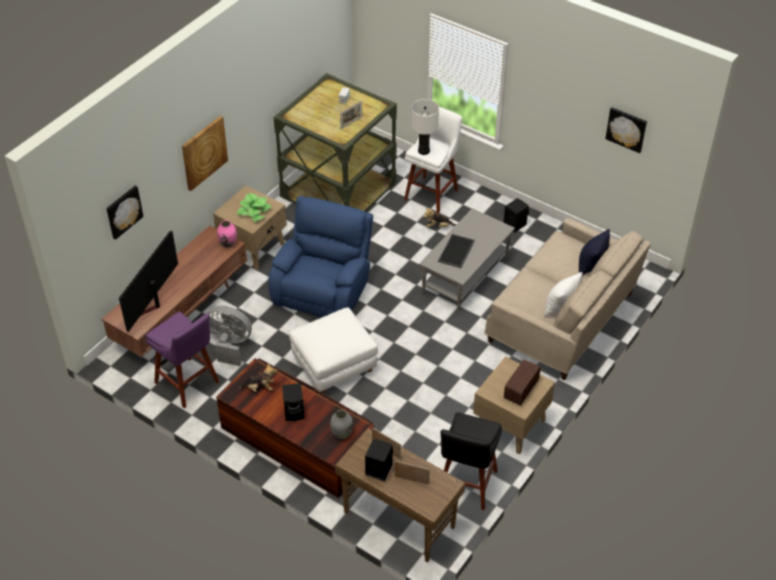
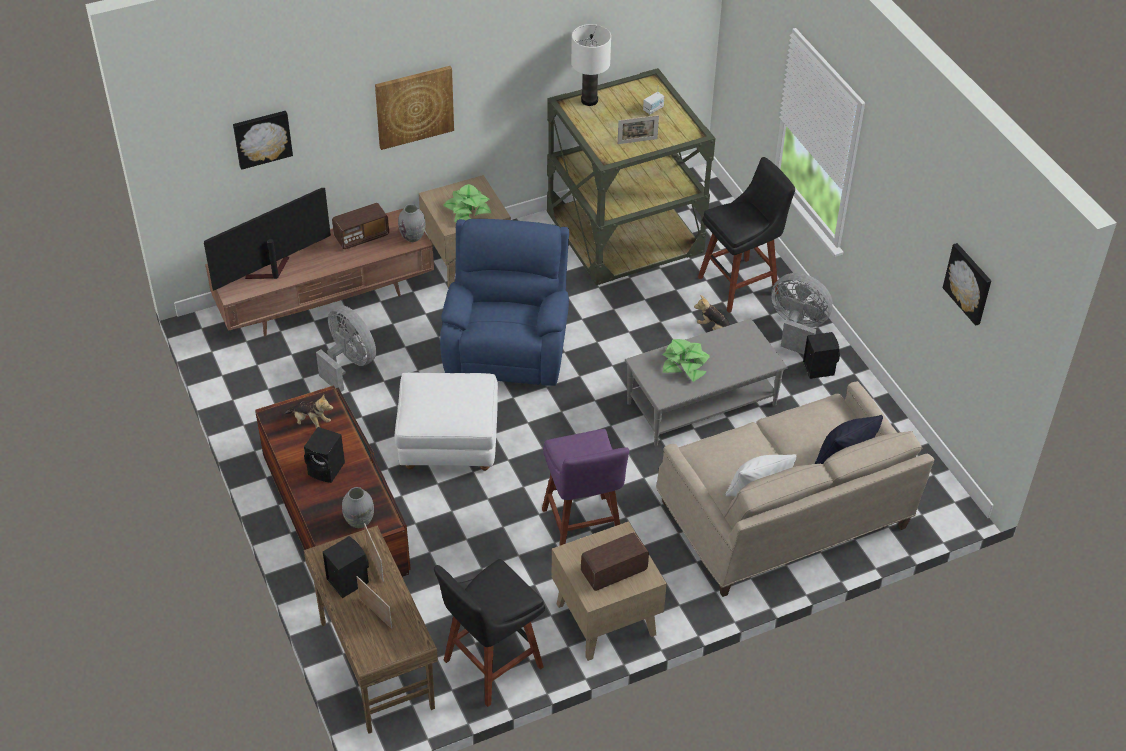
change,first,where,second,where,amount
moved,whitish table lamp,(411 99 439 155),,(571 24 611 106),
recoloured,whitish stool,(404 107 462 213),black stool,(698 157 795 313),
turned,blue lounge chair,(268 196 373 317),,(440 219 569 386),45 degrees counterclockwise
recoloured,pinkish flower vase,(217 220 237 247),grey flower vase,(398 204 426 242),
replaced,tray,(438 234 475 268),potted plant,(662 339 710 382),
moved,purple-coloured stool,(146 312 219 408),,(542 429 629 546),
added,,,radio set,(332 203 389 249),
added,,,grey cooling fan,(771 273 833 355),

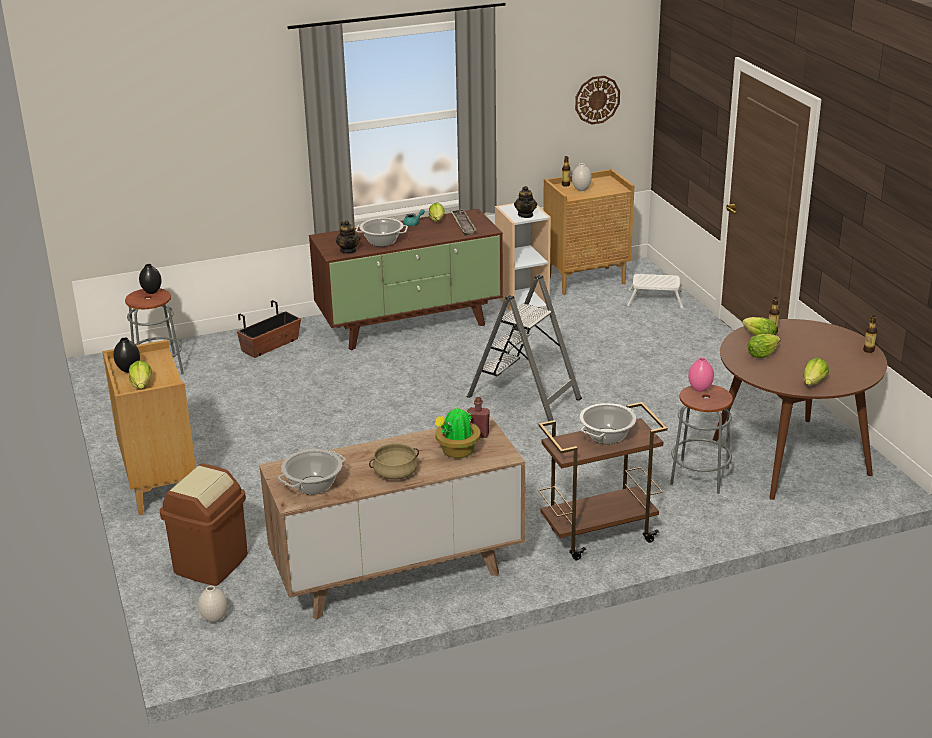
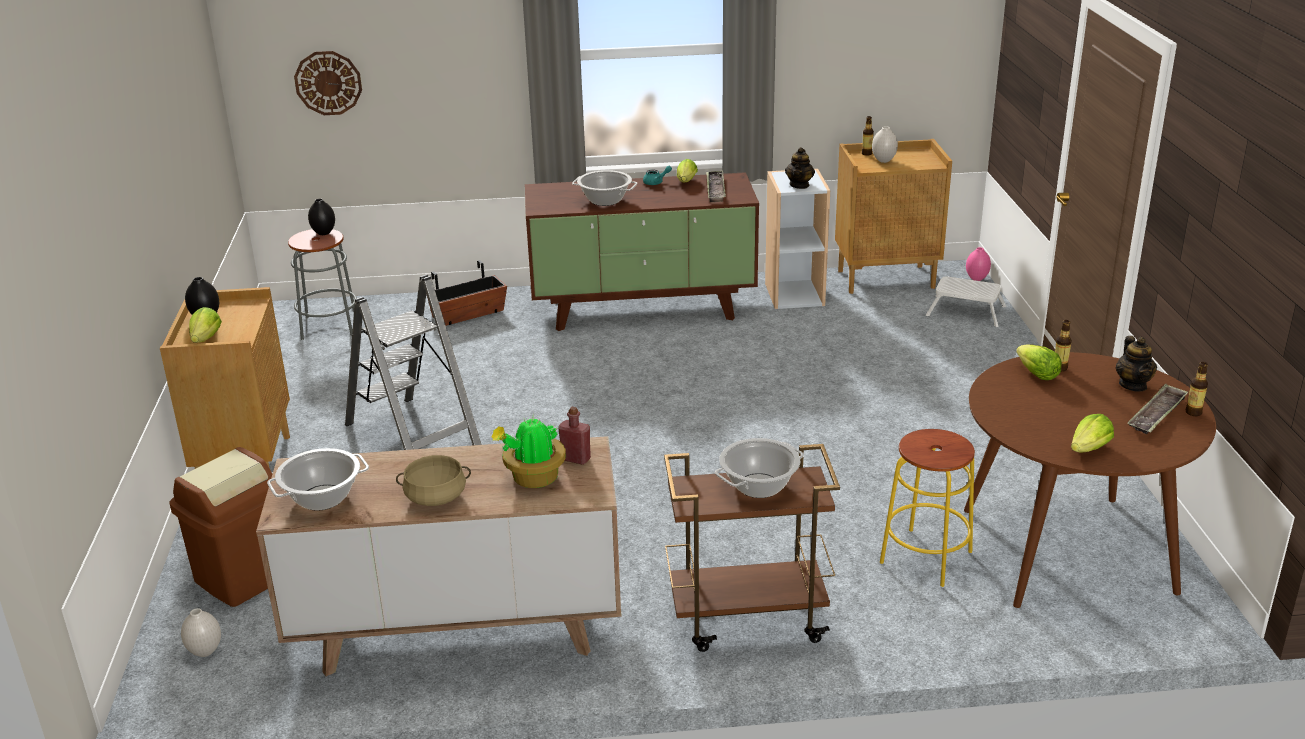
change,first,where,second,where,amount
moved,wall clock,(575 76 620 125),,(294 51 362 115),
moved,tea pot,(336 220 360 254),,(1116 336 1157 392),
moved,grey stepladder,(466 274 582 421),,(345 274 482 450),
removed,head of lettuce,(747 334 781 358),,,
moved,pinkish flower vase,(688 357 714 392),,(966 247 991 281),
recoloured,grey stool,(670 385 733 494),yellow stool,(880 429 975 587),
added,,,tray,(1127 384 1188 434),

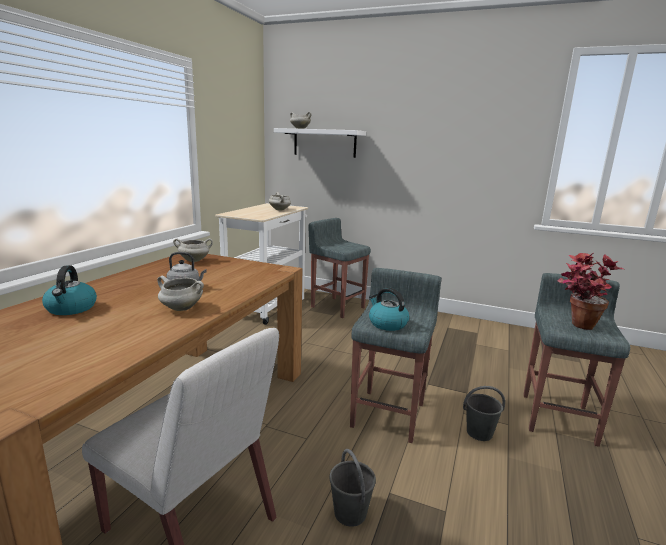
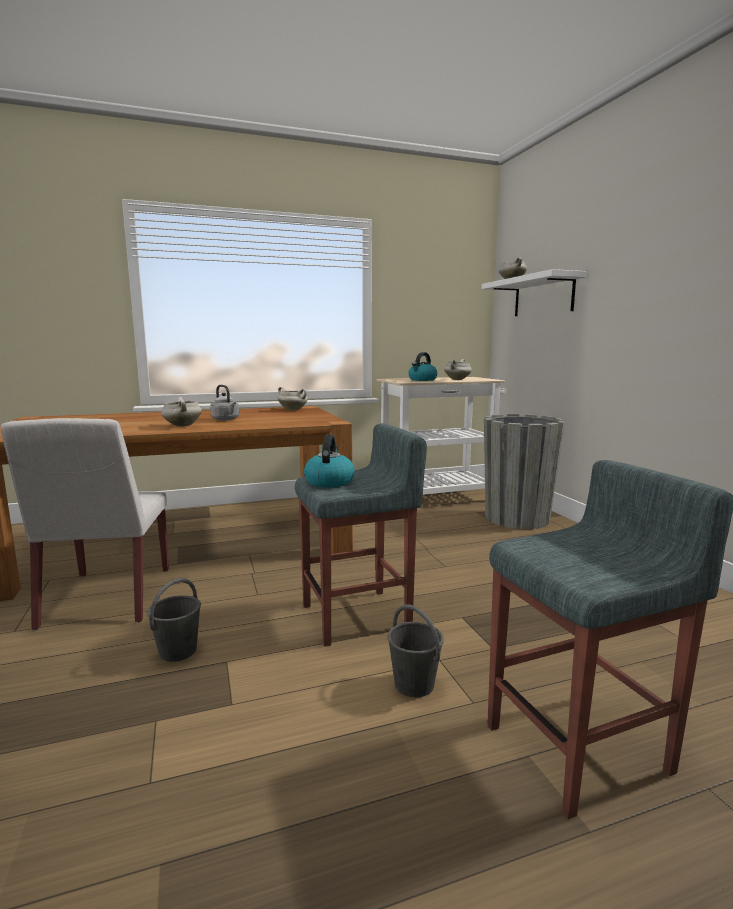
change,first,where,second,where,amount
replaced,grey stool,(309 218 371 318),grey plant pot,(484 414 565 529),
removed,potted plant,(557 253 624 330),,,
moved,water kettle,(42 265 97 315),,(409 352 438 381),

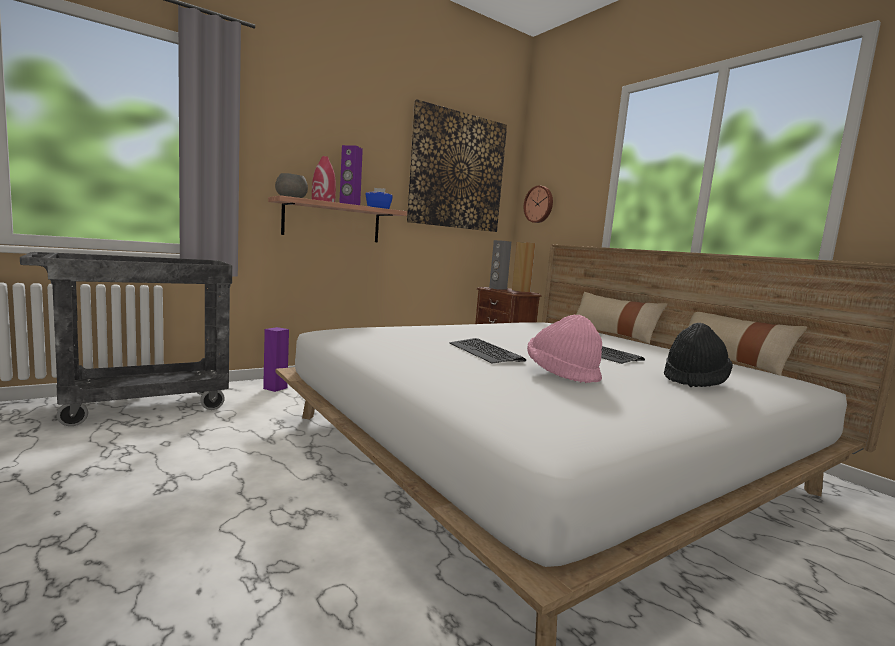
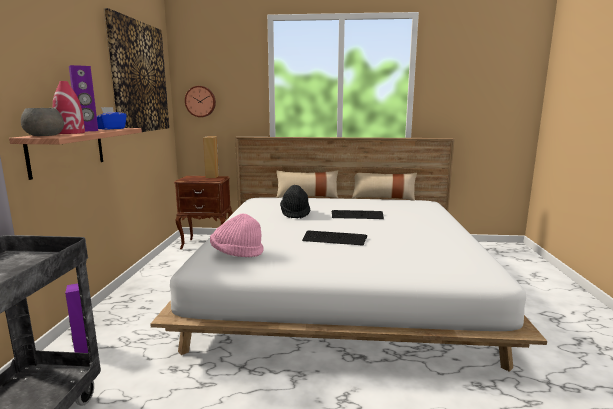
change,first,where,second,where,amount
removed,grey loudspeaker,(489 240 511 290),,,
moved,pinkish wearable hat,(527 315 602 383),,(210 213 264 257),
moved,black wearable hat,(664 323 733 387),,(280 185 311 219),

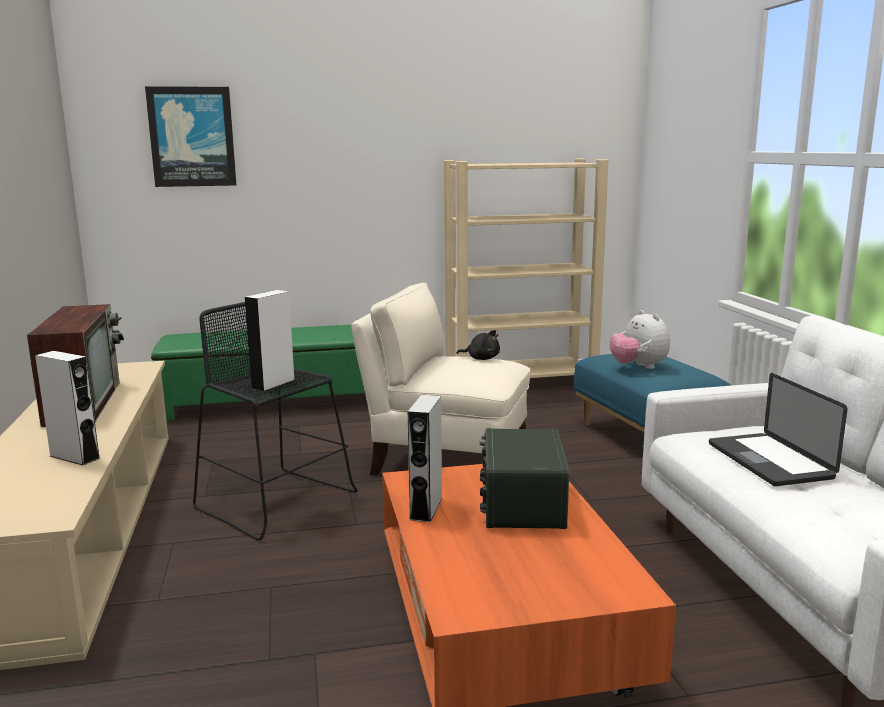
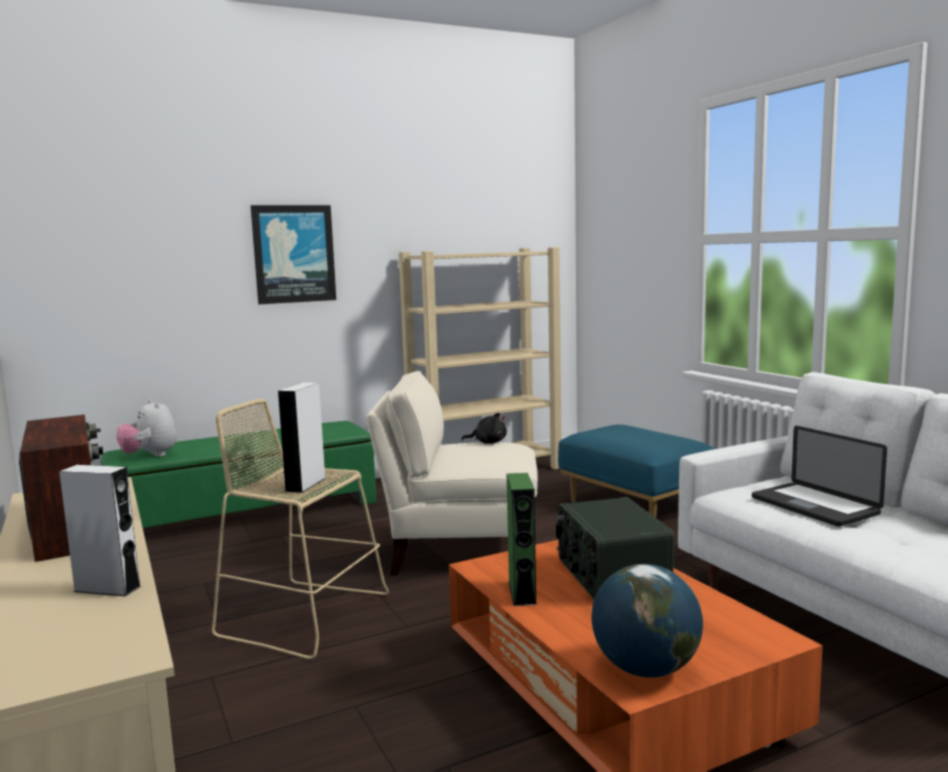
change,first,where,second,where,amount
moved,picture,(145 86 236 187),,(251 205 336 304),
recoloured,black stool,(193 302 358 540),sand-coloured stool,(212 399 389 659),
moved,cuddly toy,(610 310 670 369),,(117 399 177 457),
recoloured,grey loudspeaker,(408 395 443 522),green loudspeaker,(507 473 537 606),
added,,,world globe,(592 564 703 678),

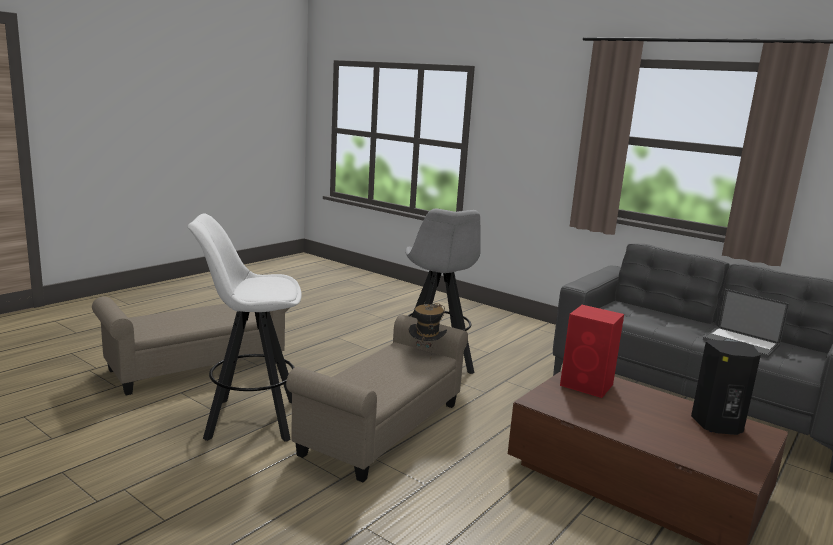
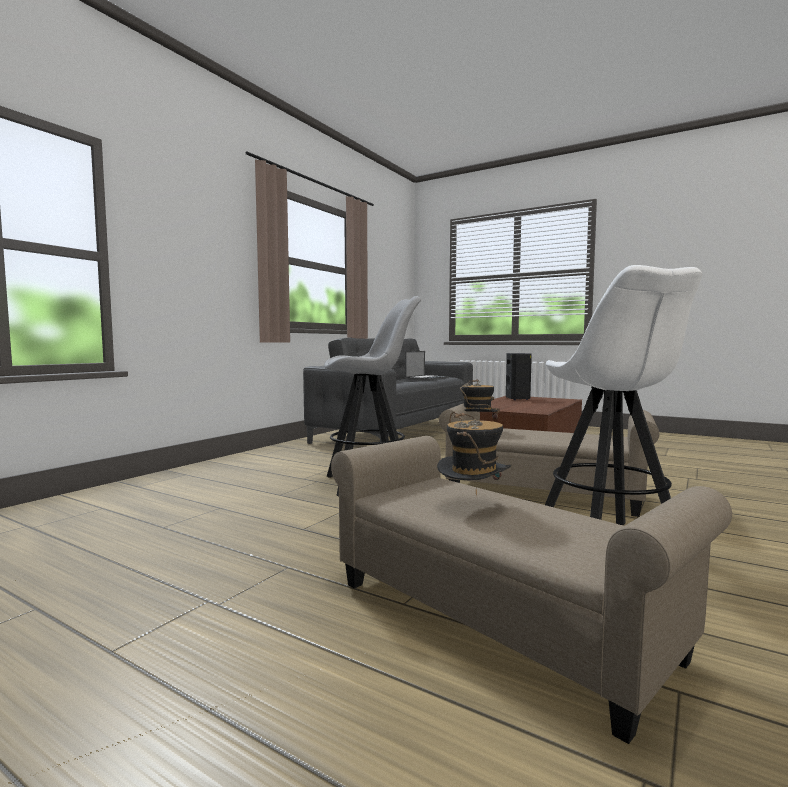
change,first,where,second,where,amount
removed,reddish loudspeaker,(560 305 624 398),,,
added,,,wearable hat,(437 412 512 496),

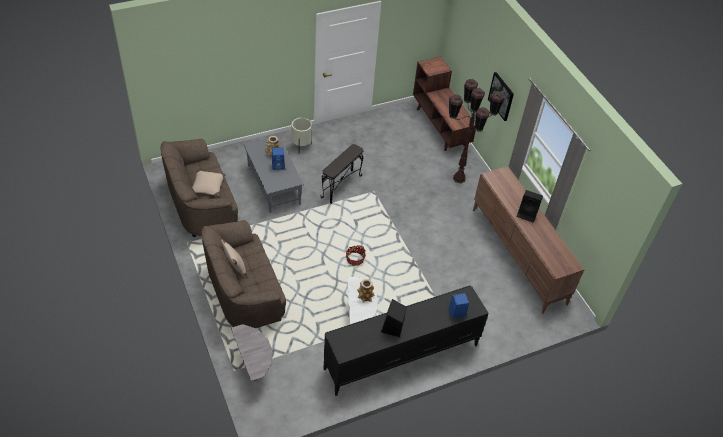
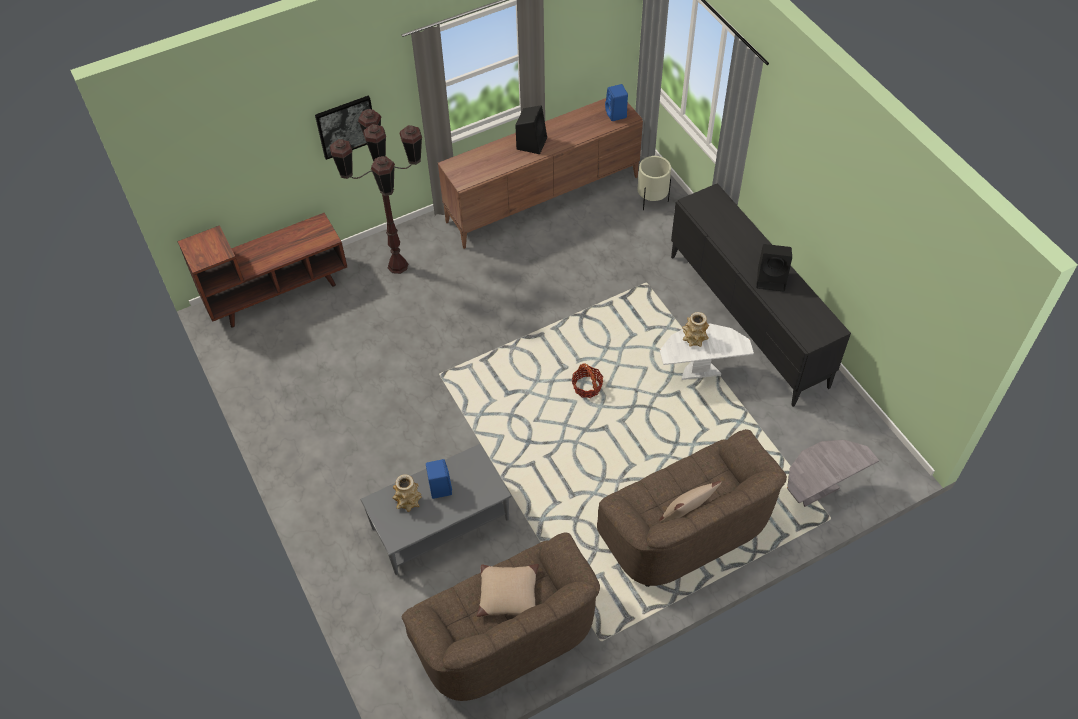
change,first,where,second,where,amount
moved,sand-coloured plant pot,(292 118 312 147),,(638 156 671 210),
removed,black accent table,(321 144 363 204),,,
moved,blue loudspeaker,(449 293 469 319),,(605 84 628 121),

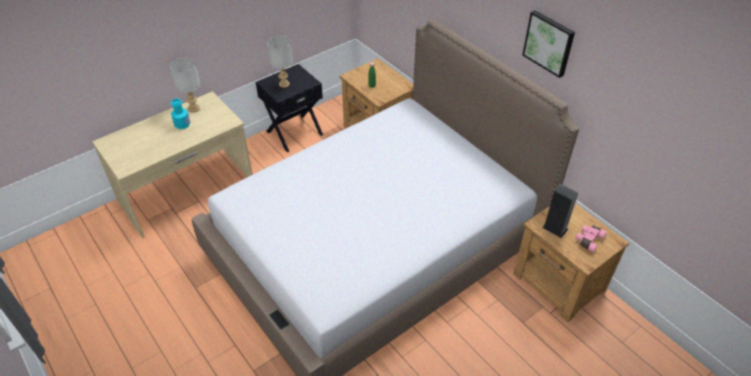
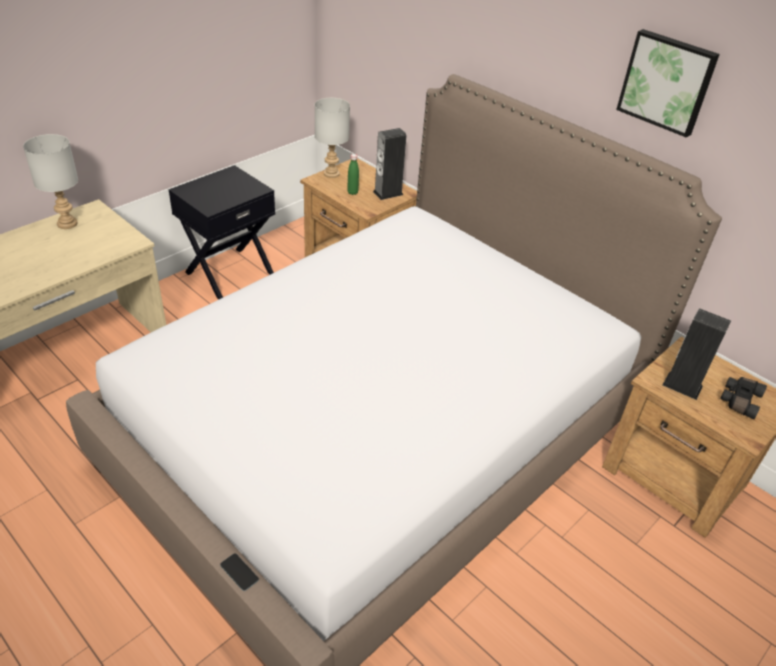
change,first,where,second,where,amount
moved,grey table lamp,(267 36 293 88),,(315 98 350 178),
removed,blue-green drink bottle,(171 99 190 129),,,
recoloured,pinkish field glasses,(576 225 607 252),black field glasses,(720 377 767 419),
added,,,loudspeaker,(373 128 406 200),

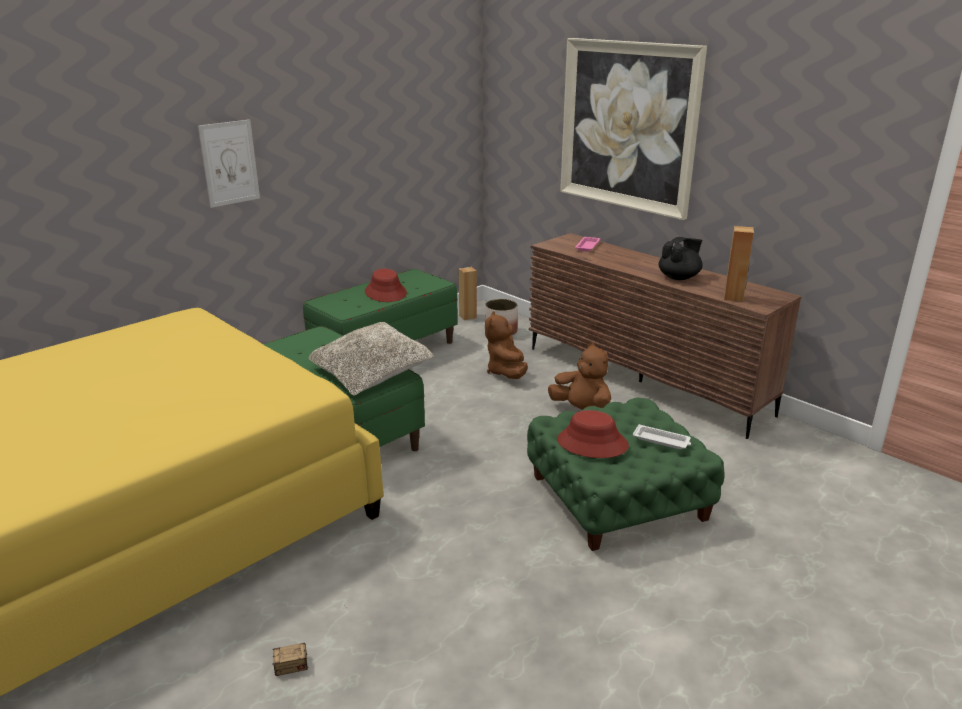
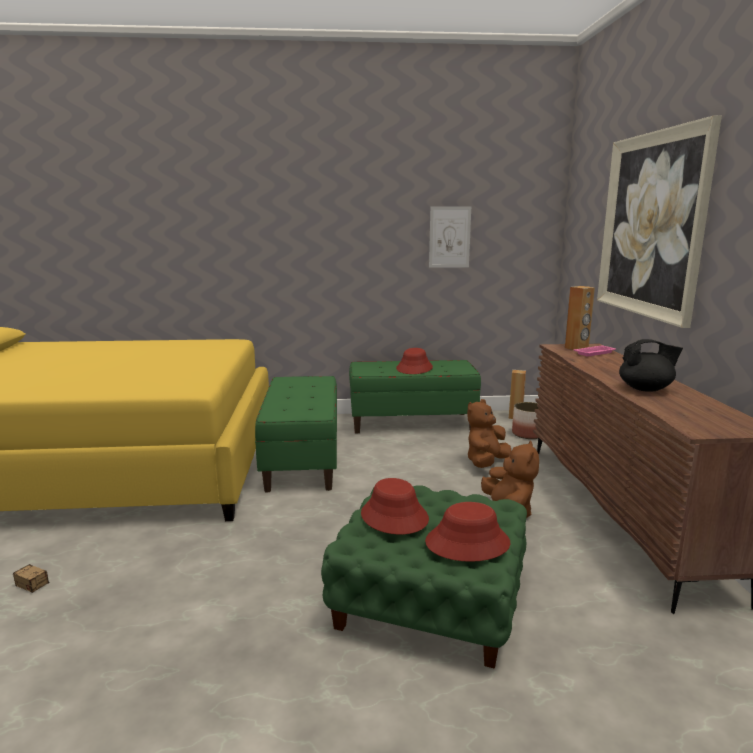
change,first,where,second,where,amount
moved,picture,(198 119 260 208),,(429 206 471 268),
moved,brownish loudspeaker,(724 226 754 302),,(565 286 595 350),
removed,sand-coloured throw pillow,(309 322 434 396),,,
replaced,whitish tray,(633 424 691 450),reddish wearable hat,(425 502 510 562),

